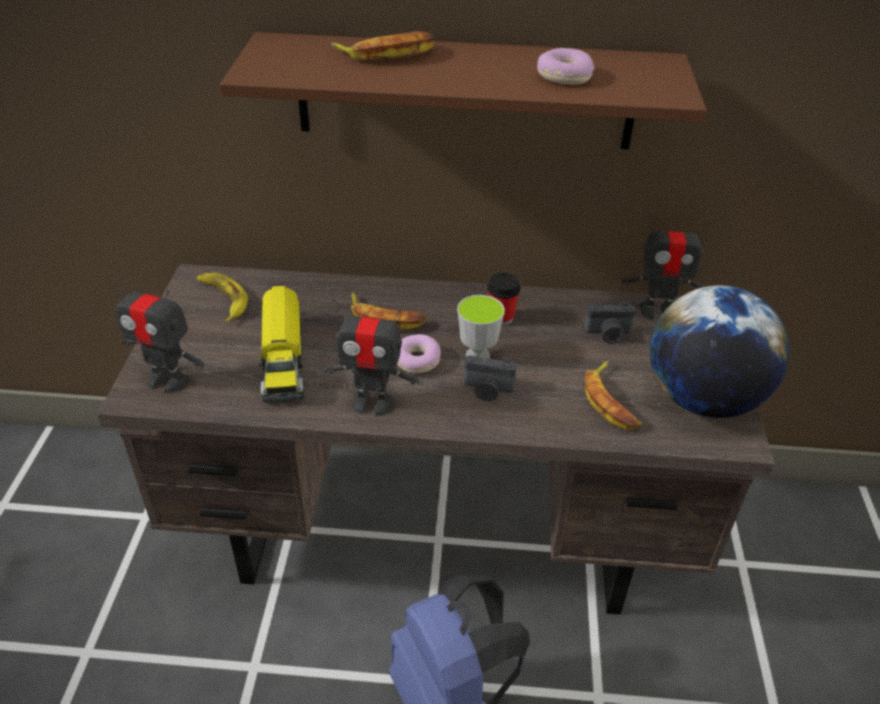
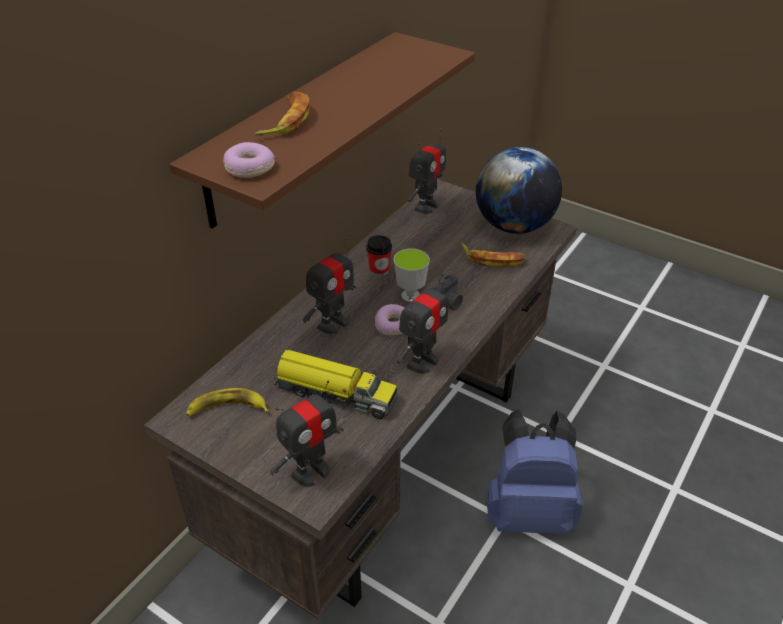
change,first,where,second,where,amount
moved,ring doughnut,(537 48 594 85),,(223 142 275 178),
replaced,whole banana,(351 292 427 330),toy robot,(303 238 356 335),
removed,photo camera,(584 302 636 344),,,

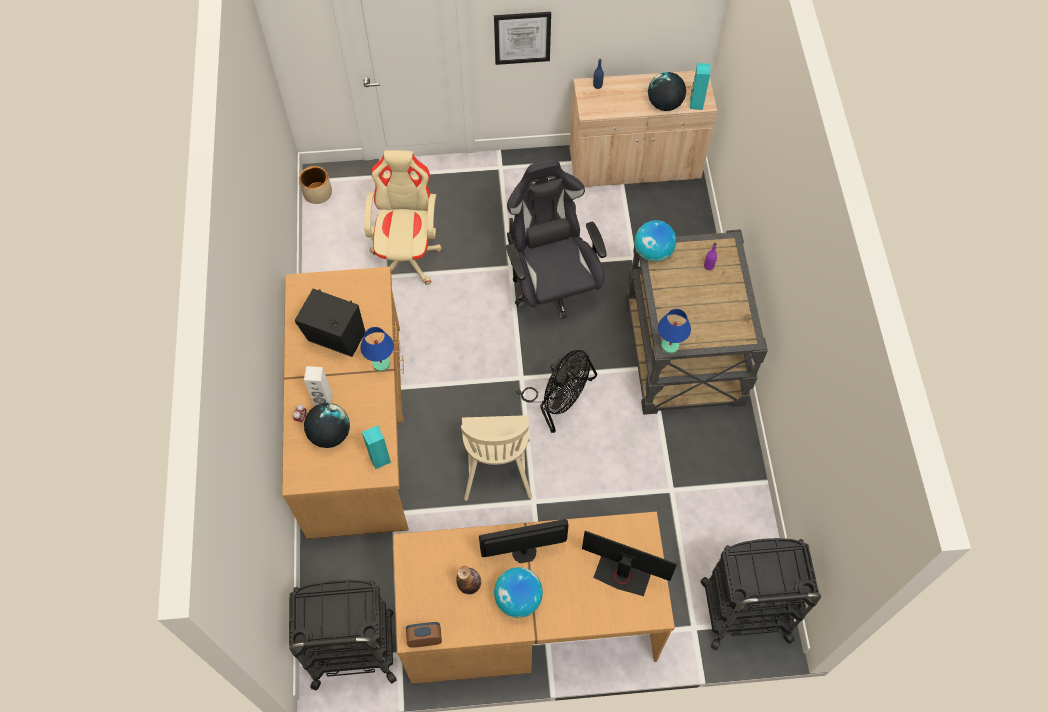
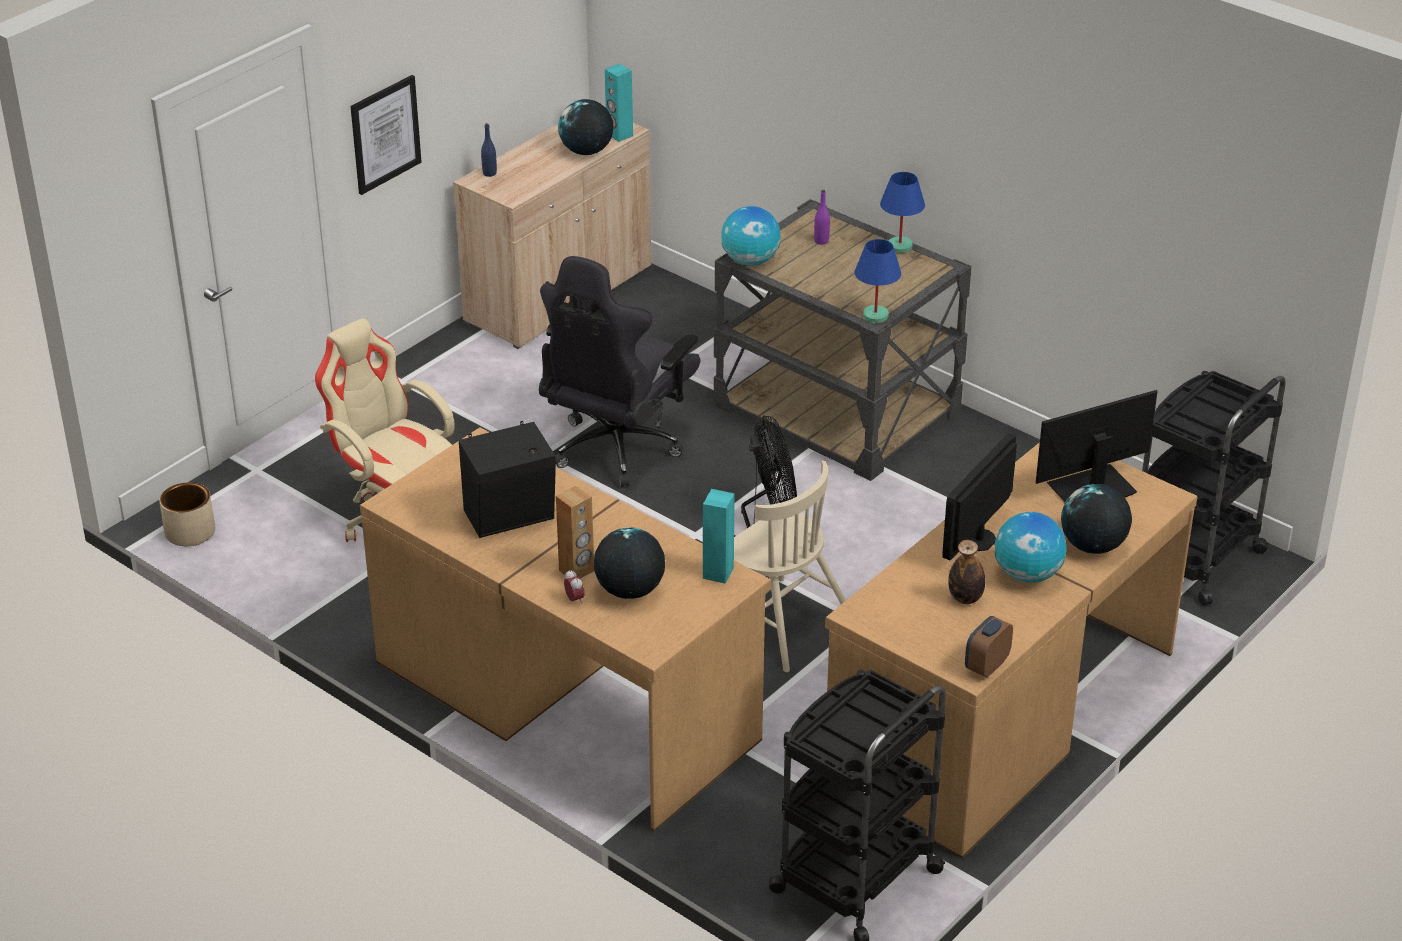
change,first,where,second,where,amount
turned,black desk chair,(506 159 606 319),,(539 256 701 487),90 degrees counterclockwise
moved,blue table lamp,(360 327 394 372),,(880 172 925 253),
recoloured,whitish loudspeaker,(304 366 333 406),brownish loudspeaker,(556 486 594 579),
added,,,world globe,(1061 484 1132 554),

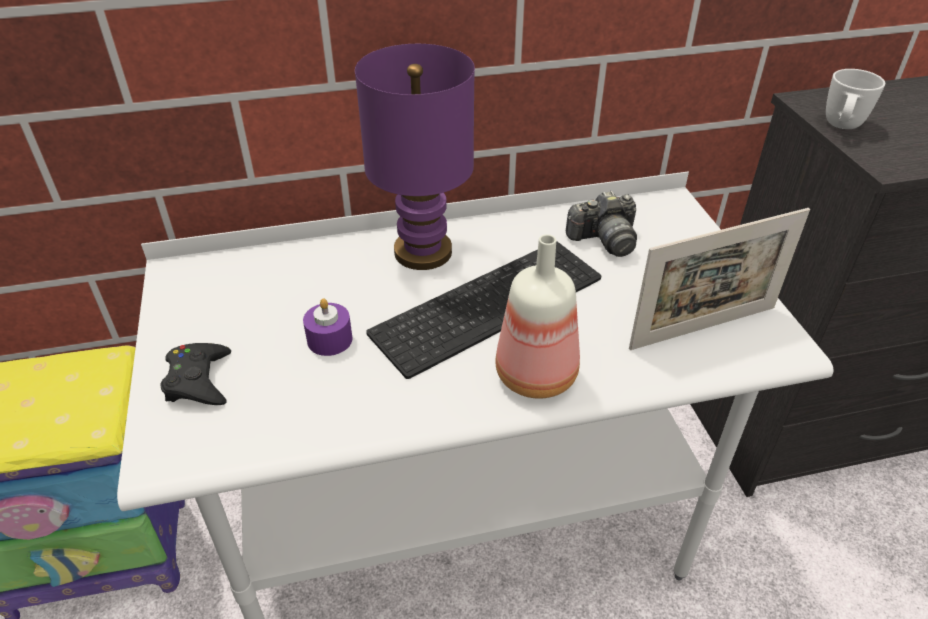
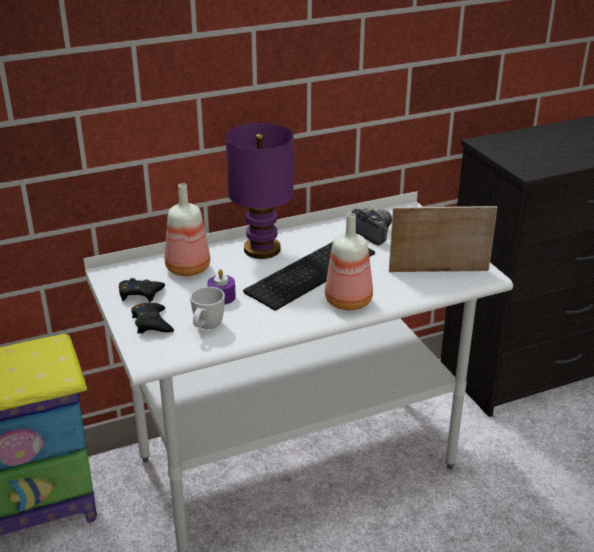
change,first,where,second,where,amount
moved,whitish coffee mug,(826 69 885 129),,(190 287 225 329),
turned,photo camera,(566 191 637 257),,(352 207 392 245),105 degrees counterclockwise
turned,photo frame,(629 208 810 350),,(389 206 497 272),150 degrees counterclockwise
added,,,drink bottle,(165 183 210 276),
added,,,black gamepad,(119 278 165 302),

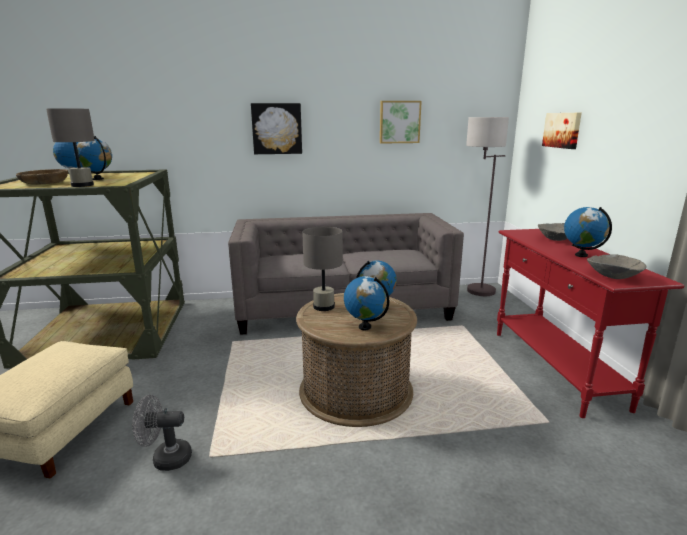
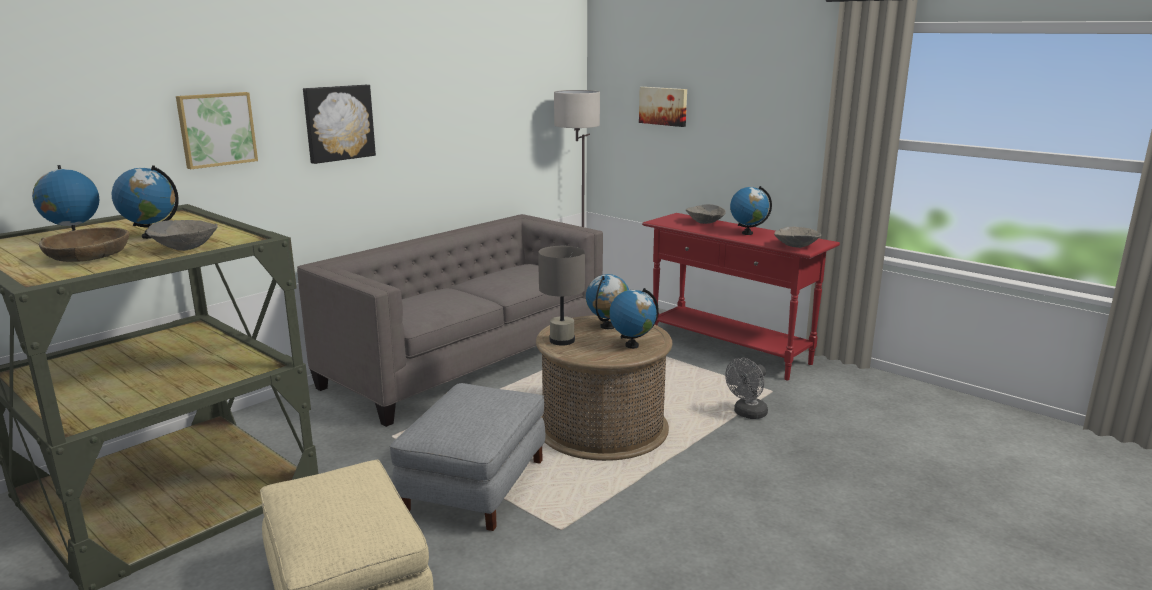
change,first,where,second,where,amount
moved,picture,(380 101 422 144),,(176 92 258 169),
replaced,grey table lamp,(46 108 95 187),grey deep dish,(146 220 218 251),
moved,grey cooling fan,(132 395 192 471),,(725 358 768 419),
added,,,grey ottoman,(390 383 545 531),

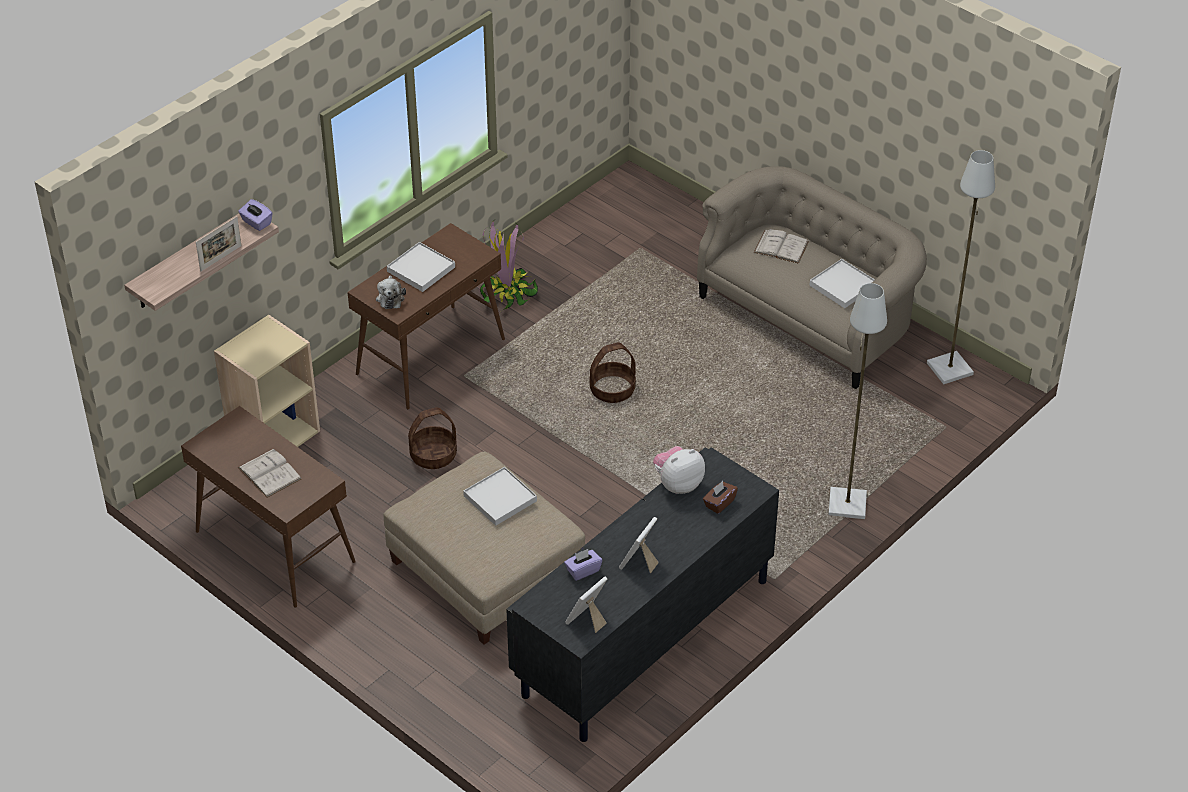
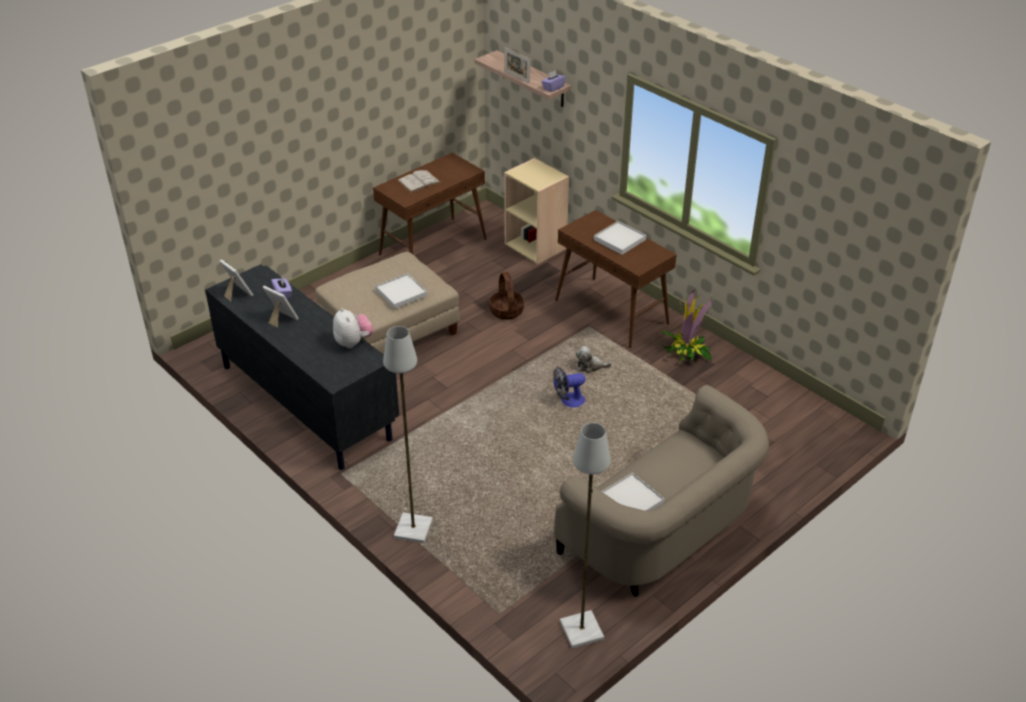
change,first,where,second,where,amount
removed,whitish bound book,(754 229 809 264),,,
moved,cuddly toy,(376 275 406 309),,(576 346 612 373),
replaced,basket,(590 342 636 403),cooling fan,(553 367 585 408),
removed,brownish box of tissues,(703 481 738 514),,,

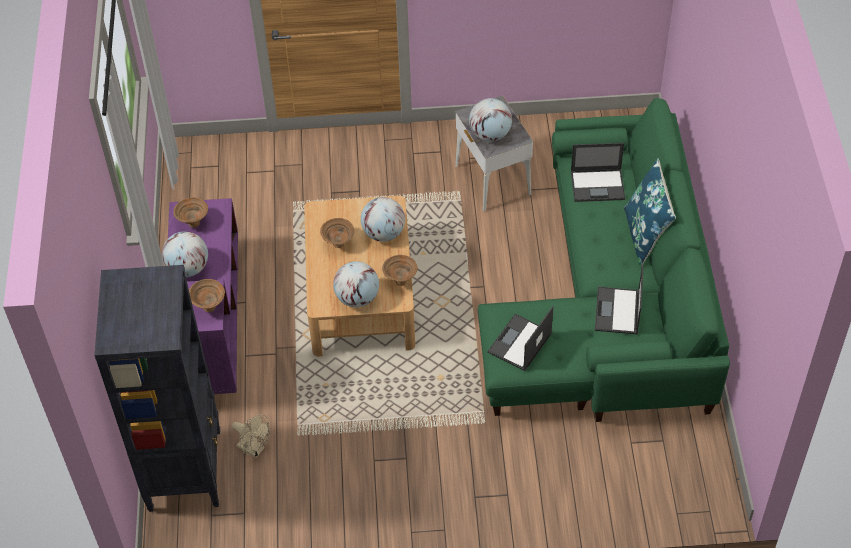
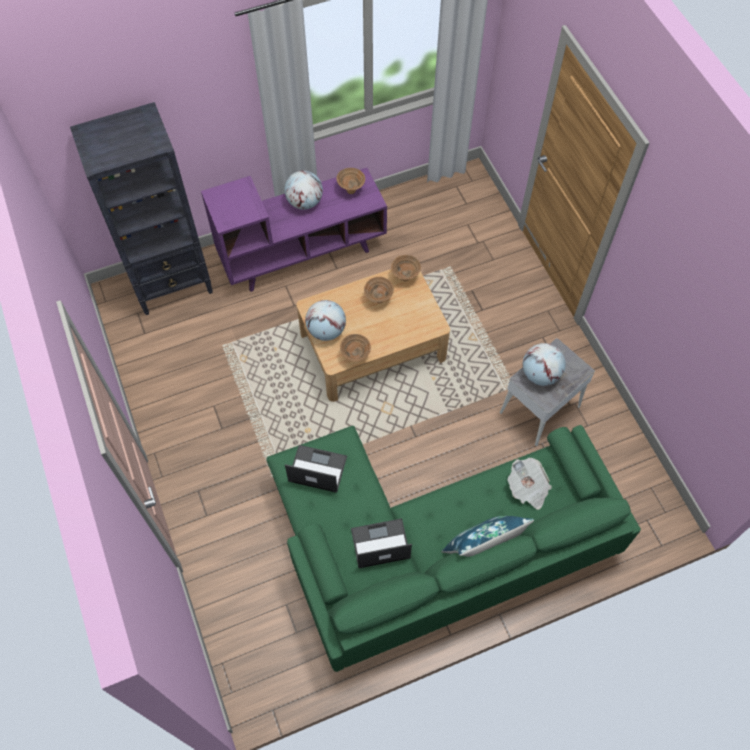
change,first,where,second,where,amount
replaced,laptop,(571 143 625 202),daily paper,(508 458 552 510),
removed,world globe,(361 197 405 242),,,
moved,brownish deep dish,(189 279 225 312),,(391 255 421 281),
removed,sand-coloured cooling fan,(232 414 270 458),,,

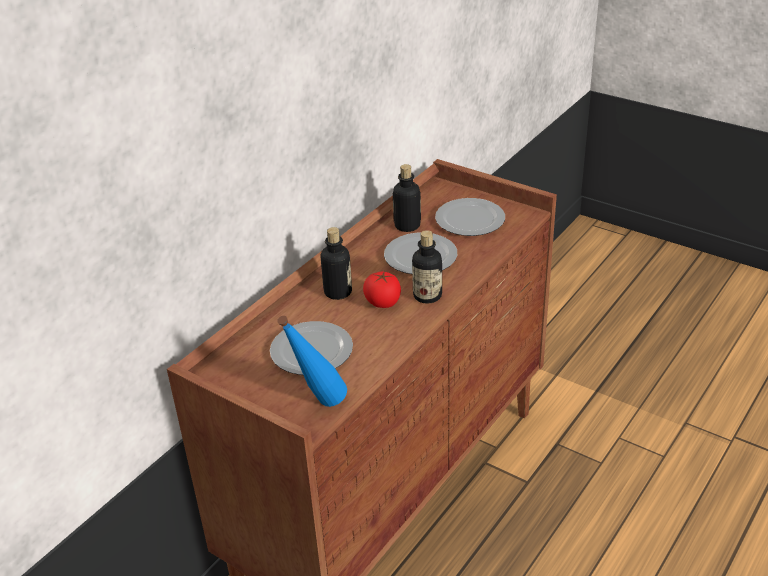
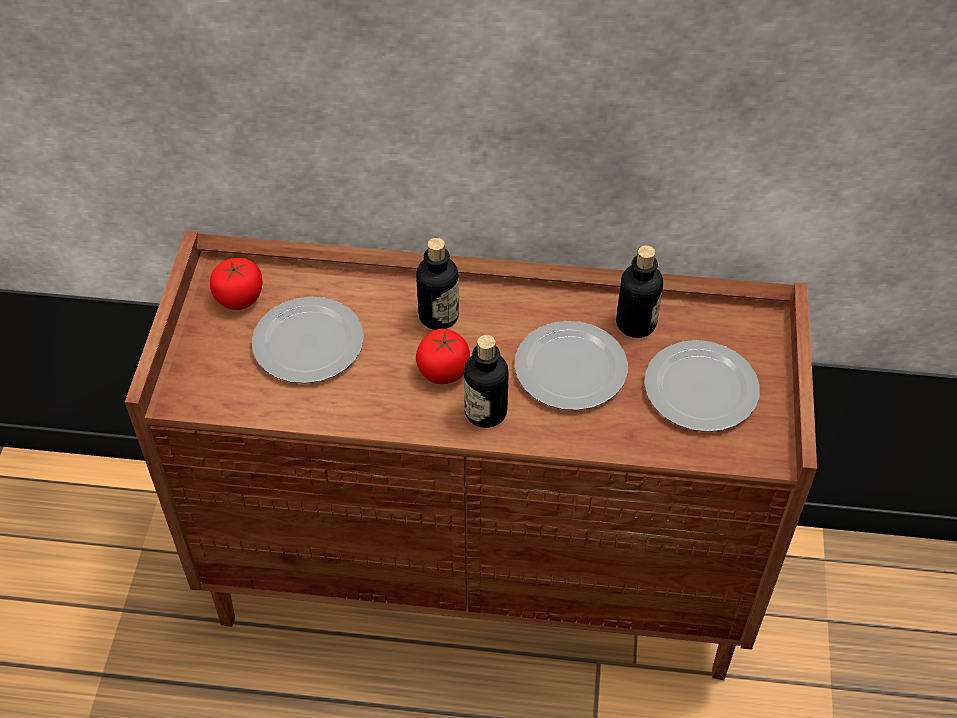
change,first,where,second,where,amount
removed,blue drink bottle,(277 316 347 407),,,
added,,,whole tomato,(210 258 262 310),

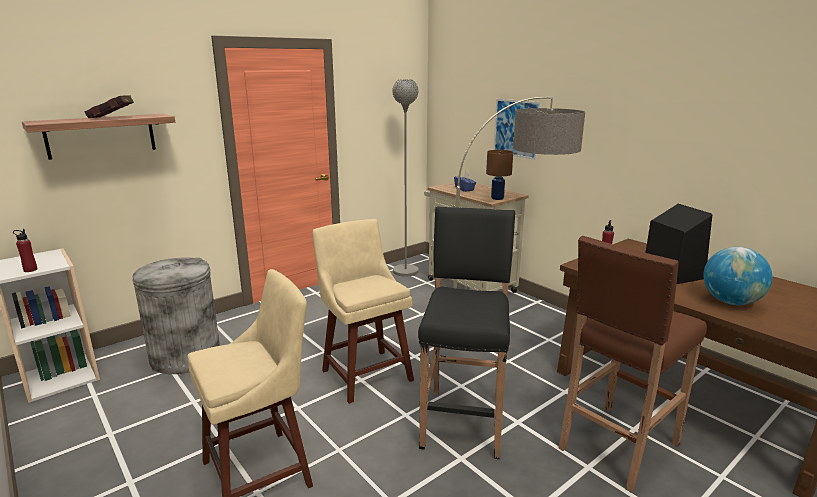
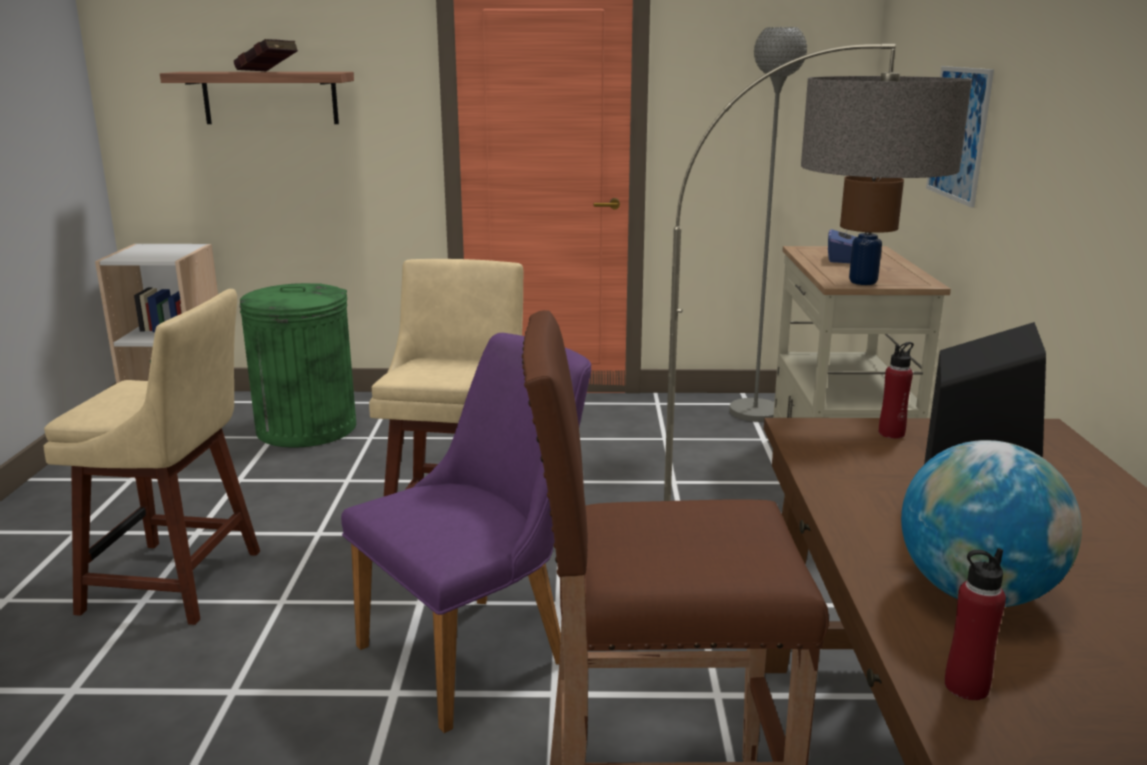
change,first,where,second,where,amount
replaced,black stool,(418 206 515 459),purple-coloured chair,(341 333 591 733),
moved,reddish drink bottle,(13 229 37 272),,(945 548 1006 700),
recoloured,grey rubbish bin,(133 258 220 374),green rubbish bin,(240 283 356 448),

